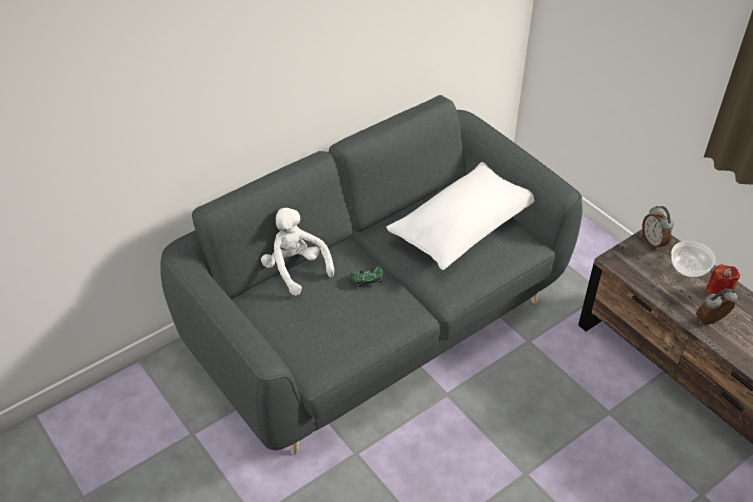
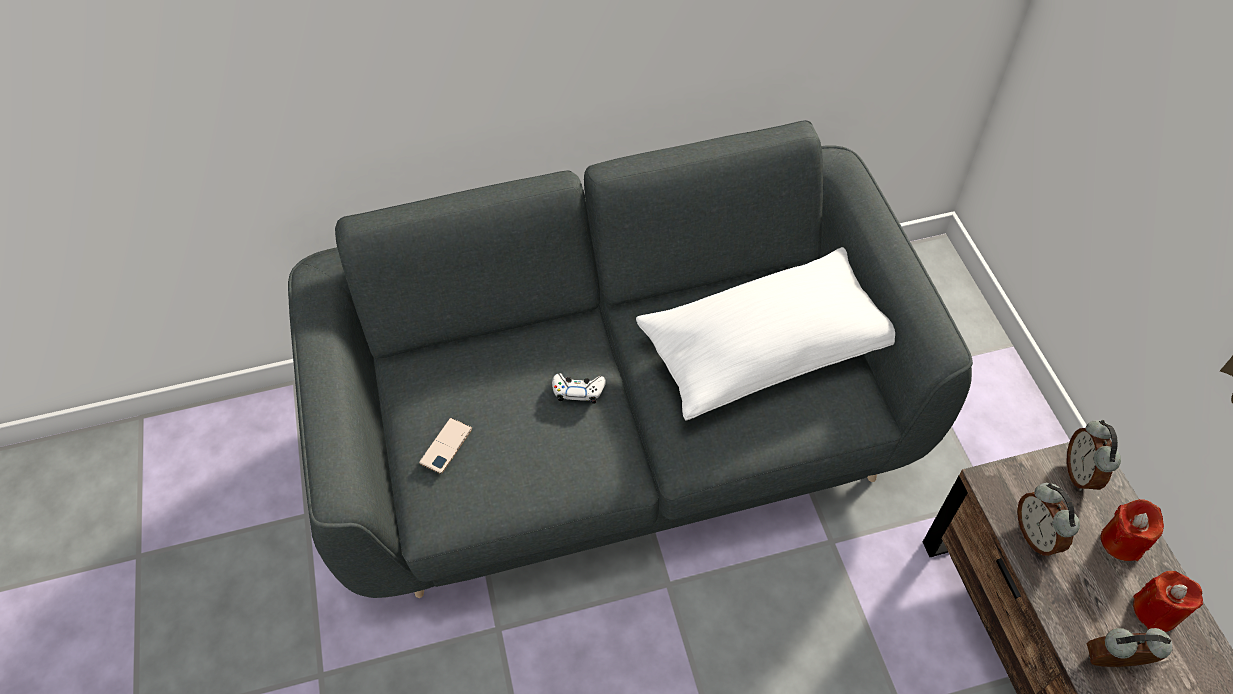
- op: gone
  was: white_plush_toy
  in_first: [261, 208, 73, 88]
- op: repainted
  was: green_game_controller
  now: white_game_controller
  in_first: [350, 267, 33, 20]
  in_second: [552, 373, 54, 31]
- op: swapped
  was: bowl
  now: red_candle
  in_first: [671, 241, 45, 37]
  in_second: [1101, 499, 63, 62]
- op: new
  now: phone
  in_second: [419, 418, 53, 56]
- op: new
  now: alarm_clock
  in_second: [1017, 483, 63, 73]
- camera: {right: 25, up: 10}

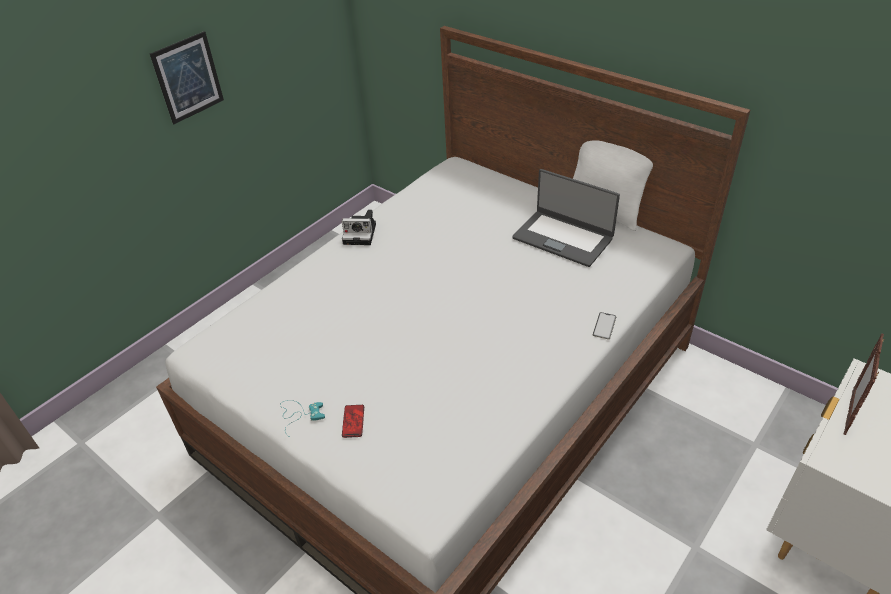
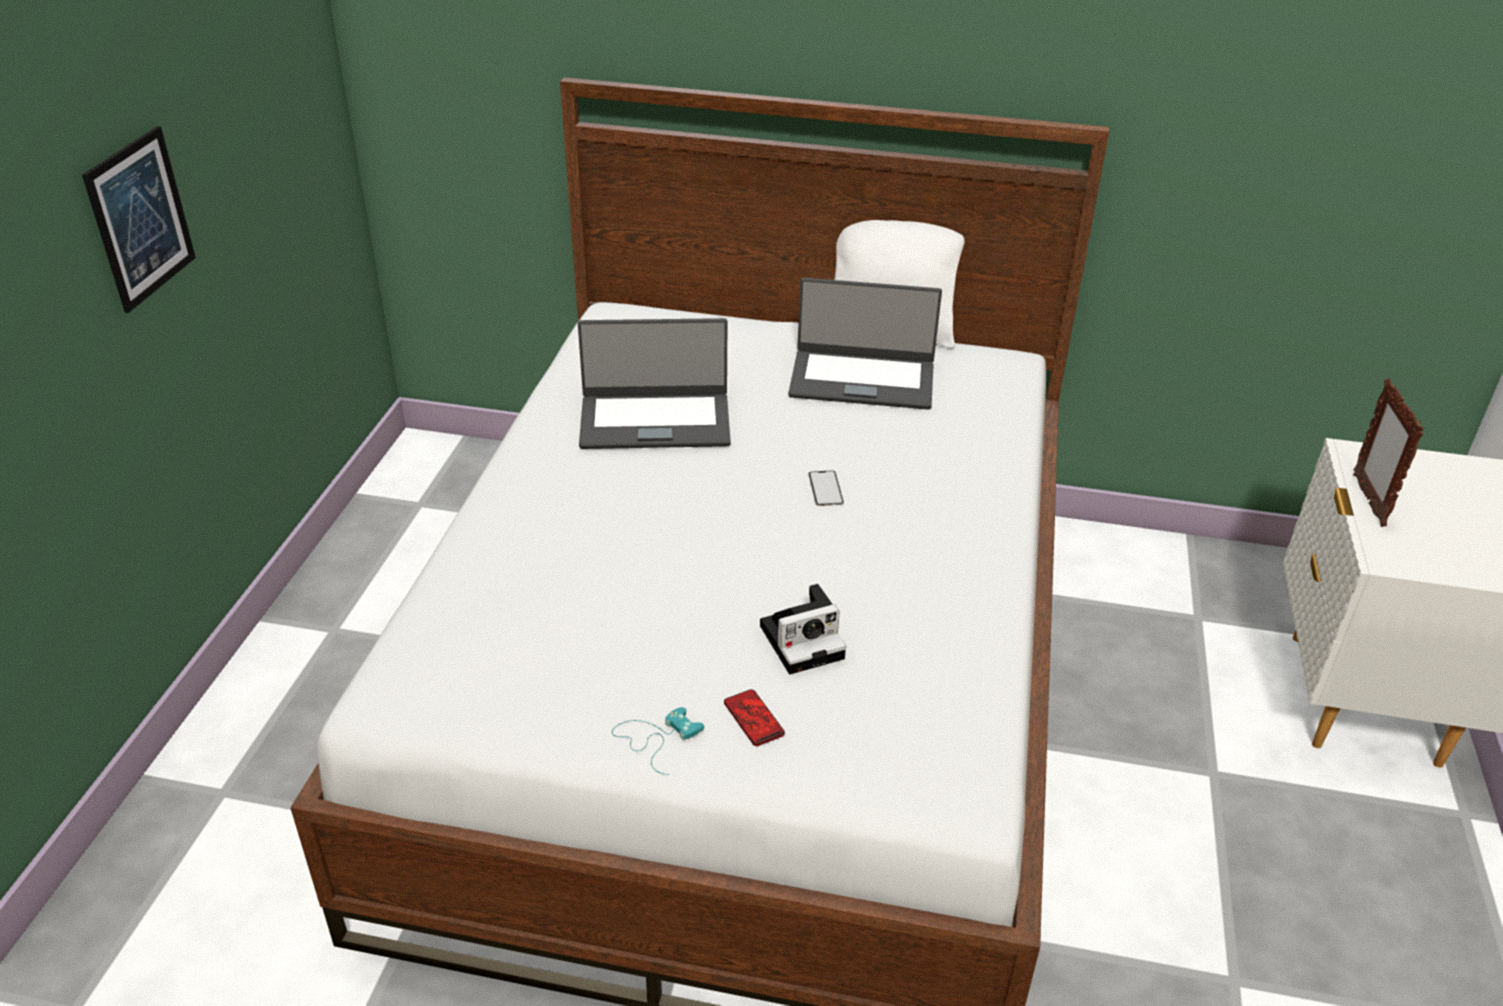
- op: shifted
  was: photo_camera
  in_first: [342, 210, 34, 35]
  in_second: [760, 584, 86, 90]
- op: shifted
  was: phone
  in_first: [593, 312, 24, 27]
  in_second: [809, 471, 35, 35]
- op: new
  now: laptop
  in_second: [578, 318, 153, 131]
- camera: {right: -30, up: -5}

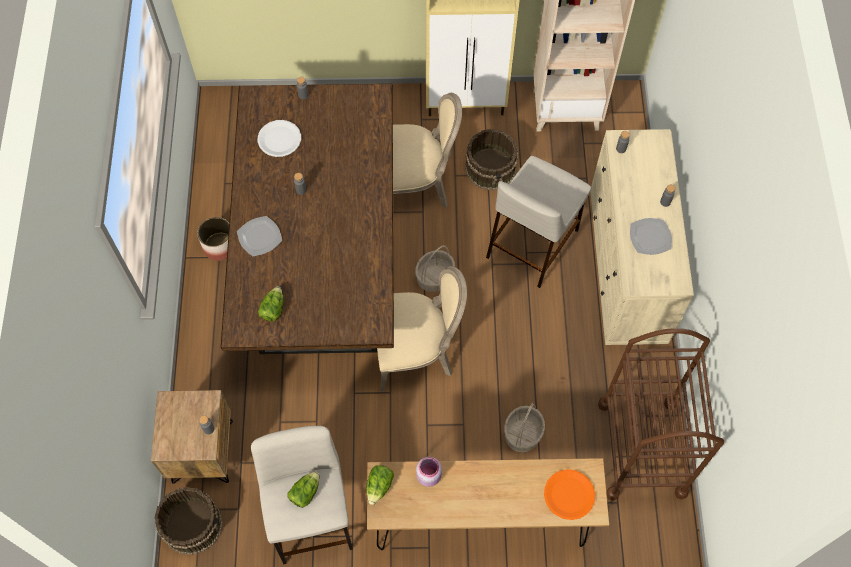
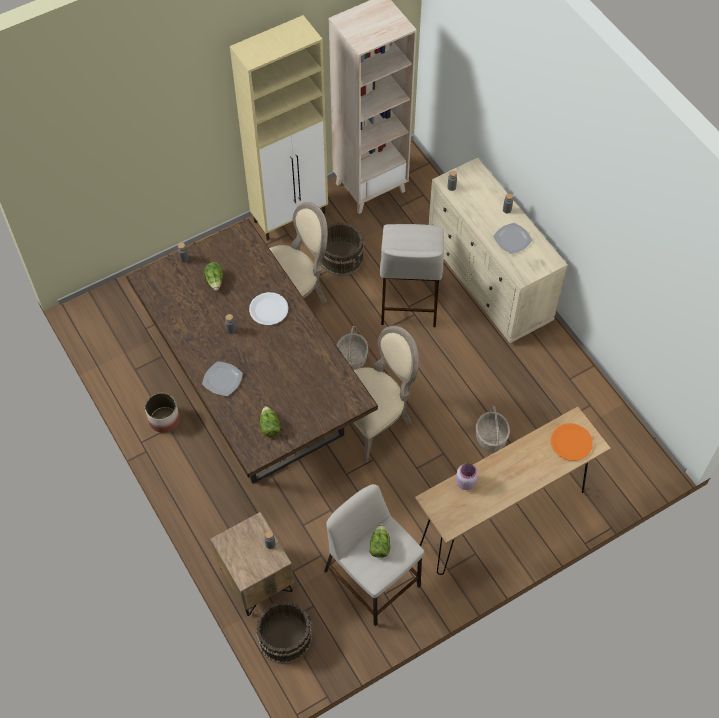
- op: shifted
  was: white_plate
  in_first: [258, 120, 43, 37]
  in_second: [249, 292, 39, 33]
- op: shifted
  was: lettuce
  in_first: [366, 465, 28, 40]
  in_second: [204, 262, 19, 29]
- op: gone
  was: brown_cart
  in_first: [598, 328, 126, 173]
- camera: {right: -30, up: -5}

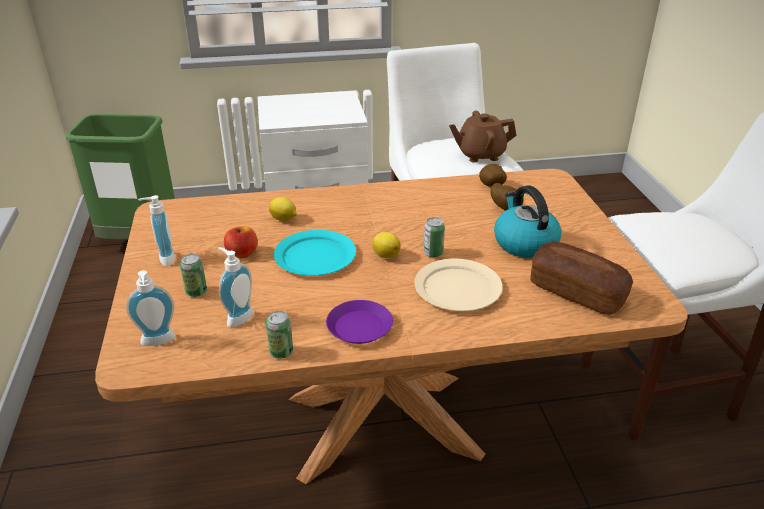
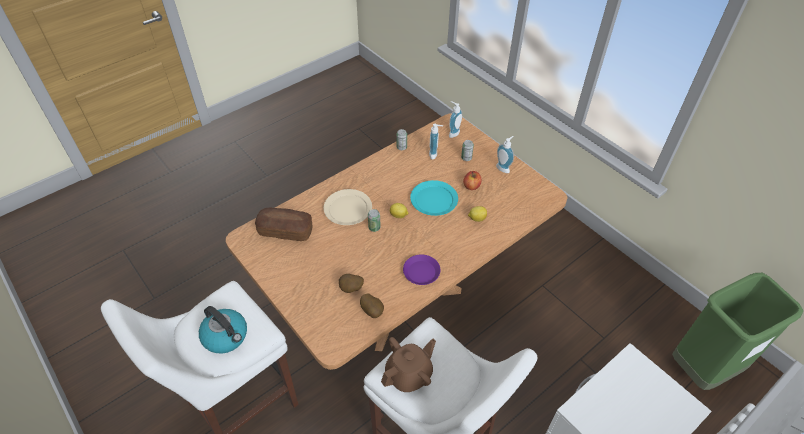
- op: shifted
  was: purple_plate
  in_first: [326, 300, 67, 44]
  in_second: [403, 255, 37, 30]
- op: shifted
  was: kettle
  in_first: [494, 185, 67, 73]
  in_second: [199, 306, 48, 47]
- camera: {right: 150, up: 15}

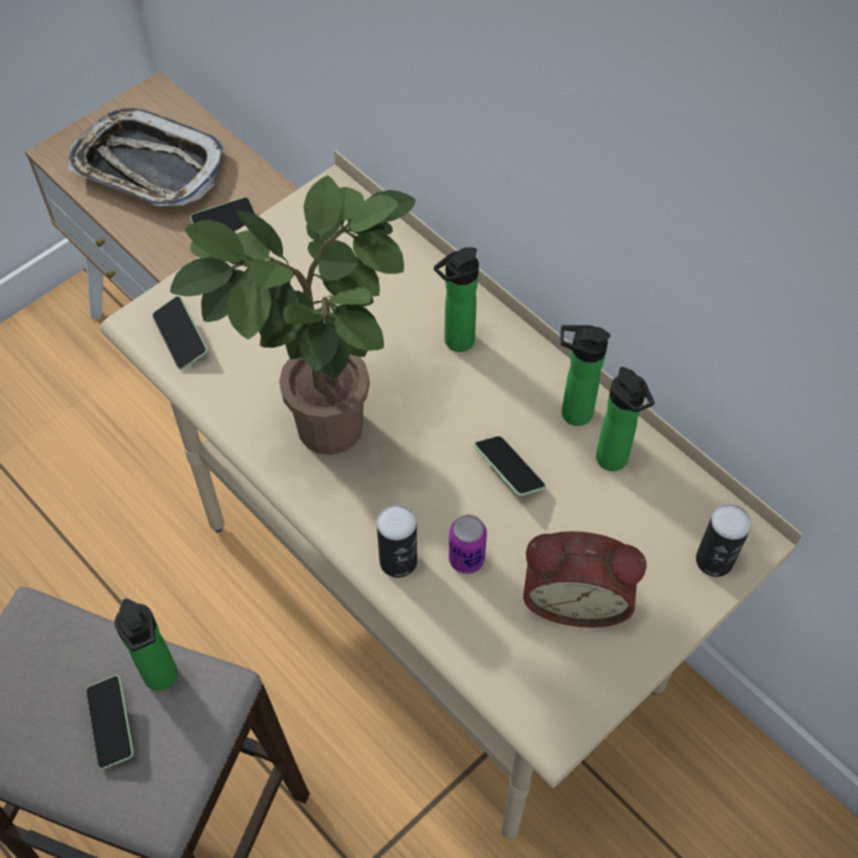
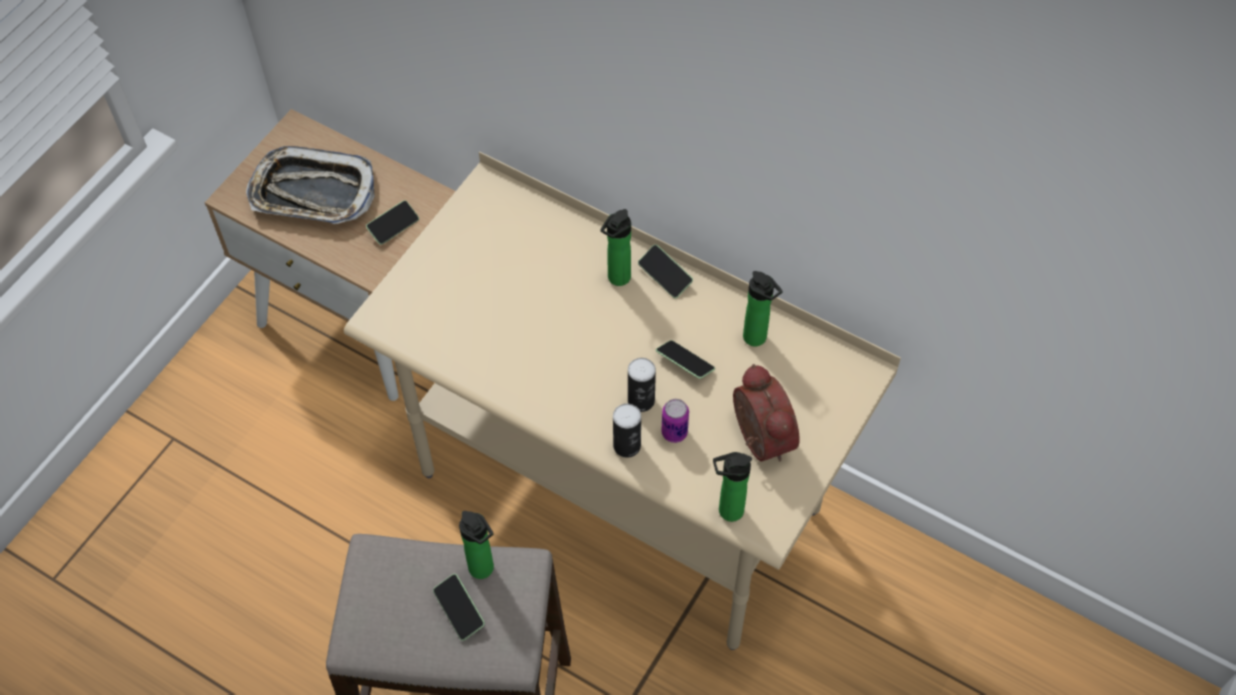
- op: shifted
  was: phone
  in_first: [152, 296, 56, 74]
  in_second: [638, 244, 55, 54]
- op: gone
  was: potted_plant
  in_first: [170, 175, 246, 280]
- op: rotated
  was: alarm_clock
  in_first: [523, 531, 124, 96]
  in_second: [733, 364, 67, 98]
  clockwise: -105
- op: shifted
  was: bottle
  in_first: [561, 325, 49, 101]
  in_second: [713, 452, 39, 70]
- op: shifted
  was: can
  in_first: [696, 504, 55, 73]
  in_second: [628, 358, 28, 54]
- camera: {right: -15, up: 0}

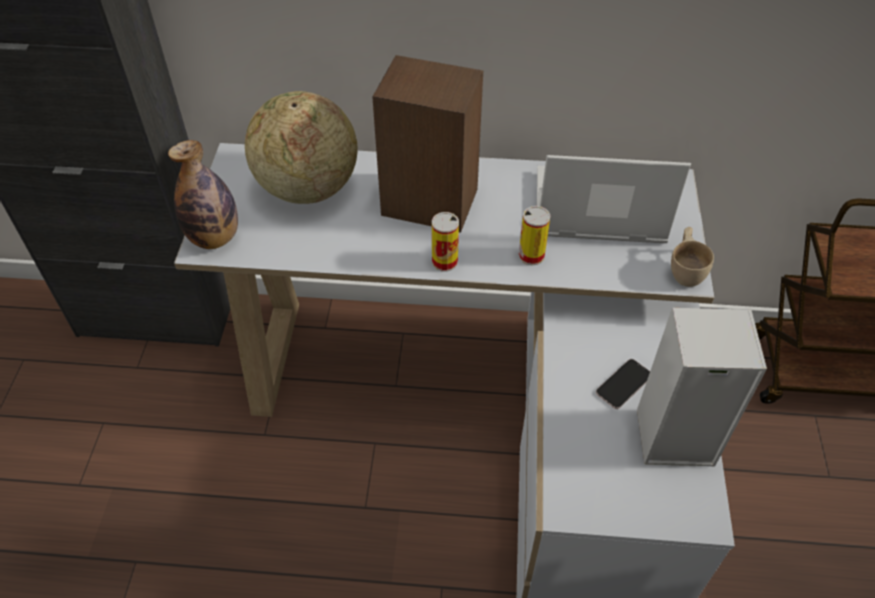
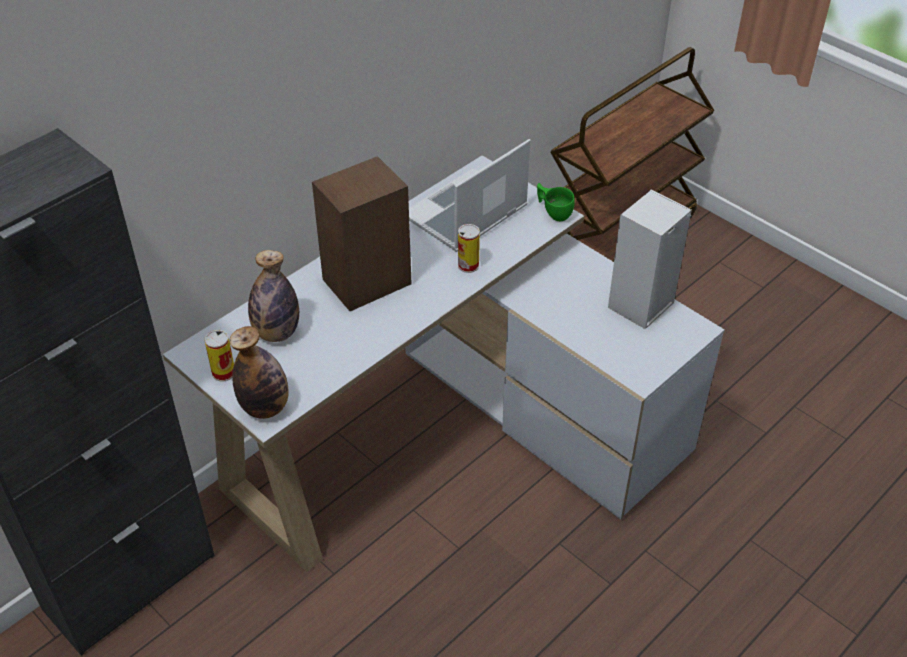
- op: swapped
  was: globe
  now: bottle
  in_first: [245, 91, 113, 113]
  in_second: [248, 250, 51, 92]
- op: shifted
  was: can
  in_first: [432, 212, 27, 60]
  in_second: [204, 330, 30, 52]
- op: gone
  was: phone
  in_first: [596, 359, 54, 50]
- op: repainted
  was: beige_cup
  now: green_cup
  in_first: [671, 227, 43, 60]
  in_second: [537, 183, 38, 38]
- camera: {right: -50, up: -5}

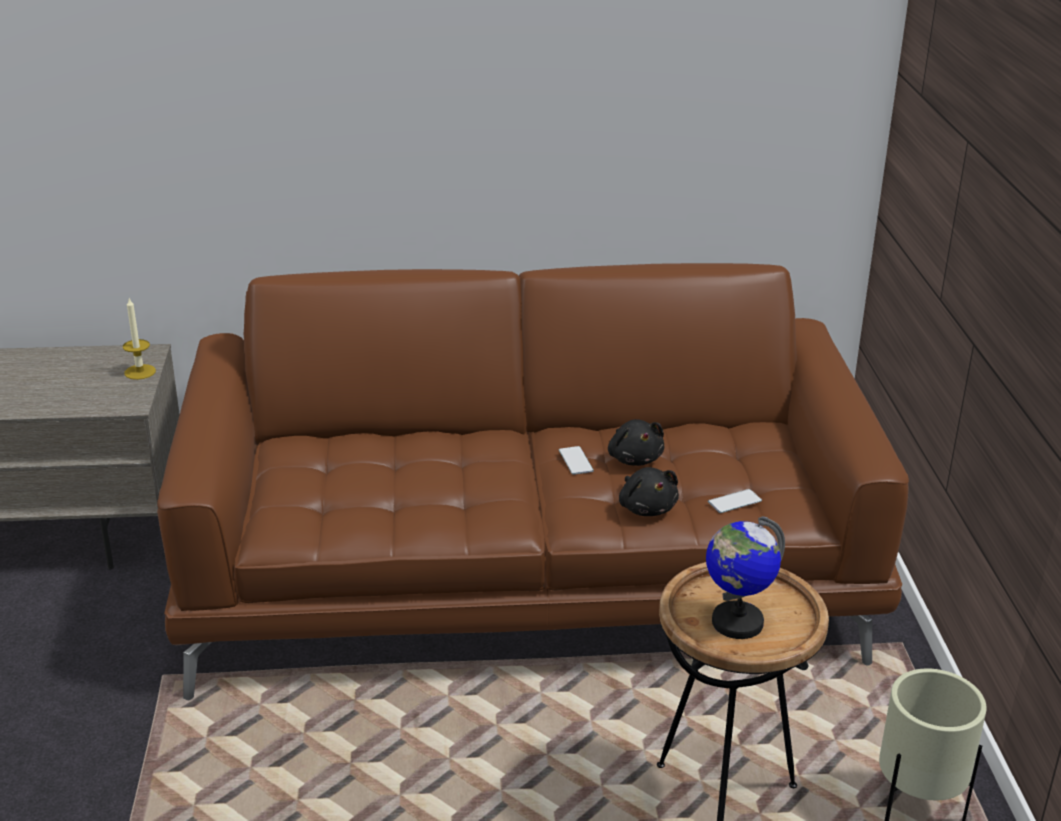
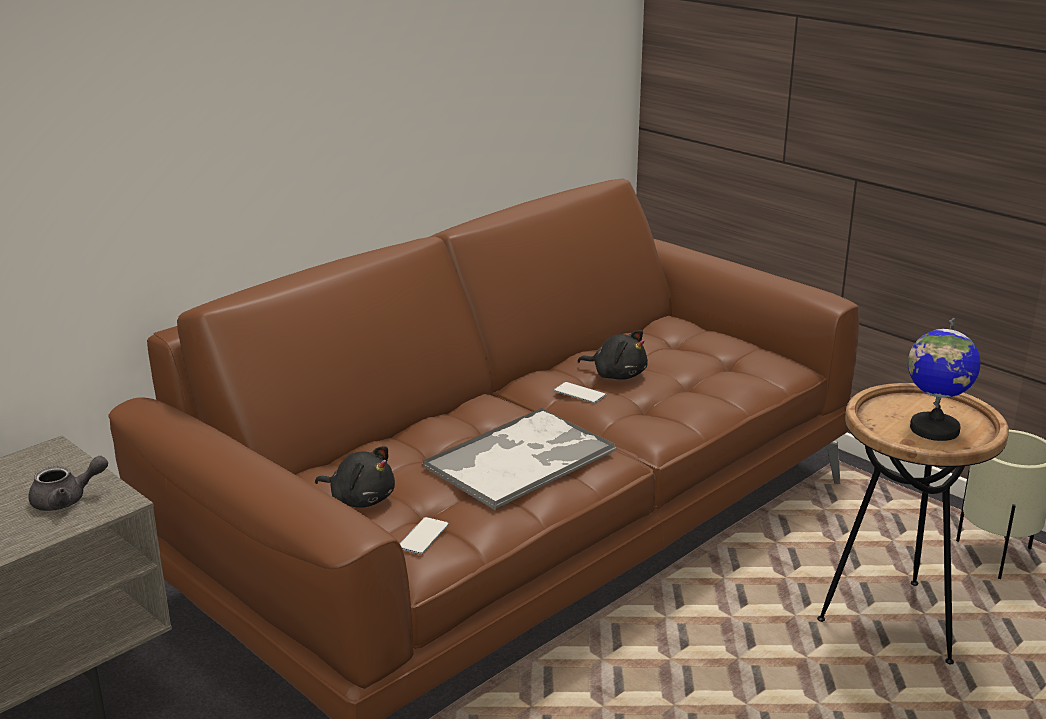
- op: gone
  was: candle
  in_first: [123, 298, 33, 82]
- op: shifted
  was: black_plush_toy
  in_first: [619, 467, 60, 49]
  in_second: [315, 446, 80, 62]
- op: shifted
  was: phone
  in_first: [708, 489, 54, 24]
  in_second: [400, 517, 49, 37]
- op: new
  now: grey_teapot
  in_second: [28, 456, 80, 55]
- op: new
  now: tray
  in_second: [422, 408, 193, 103]
- camera: {right: -40, up: -5}

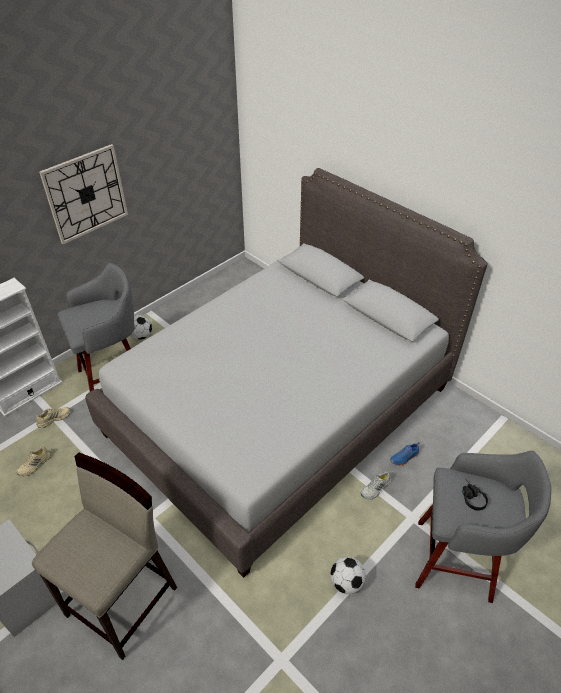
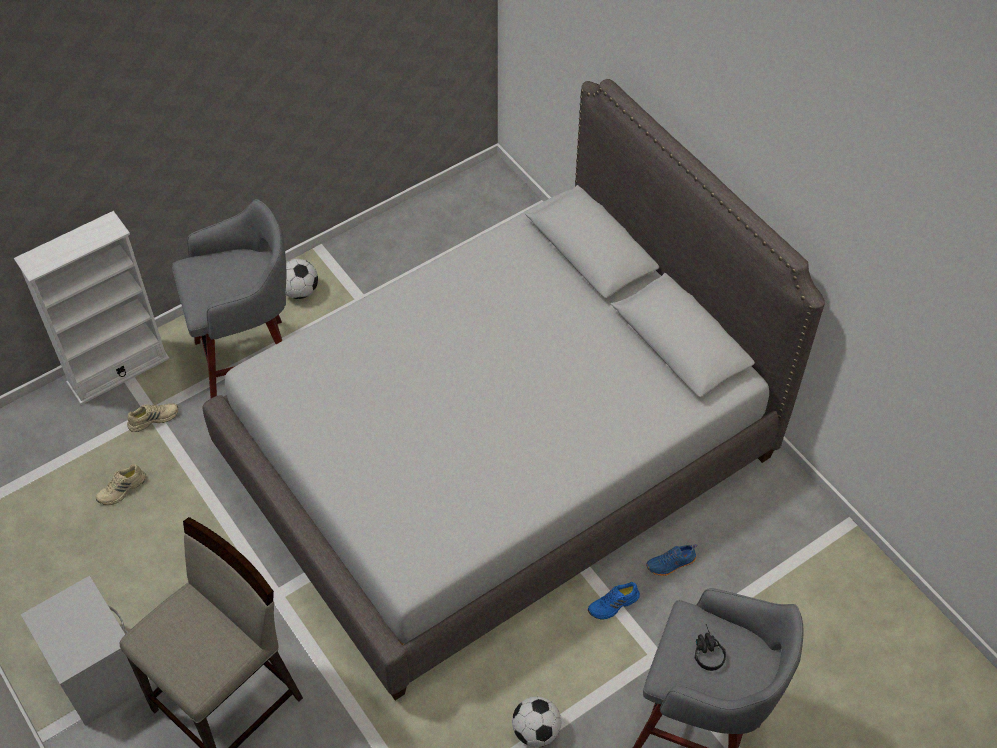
- op: gone
  was: wall_clock
  in_first: [39, 144, 89, 100]
- op: repainted
  was: white_shoe
  now: blue_shoe
  in_first: [360, 471, 31, 28]
  in_second: [588, 582, 52, 38]
- camera: {right: 10, up: 10}

